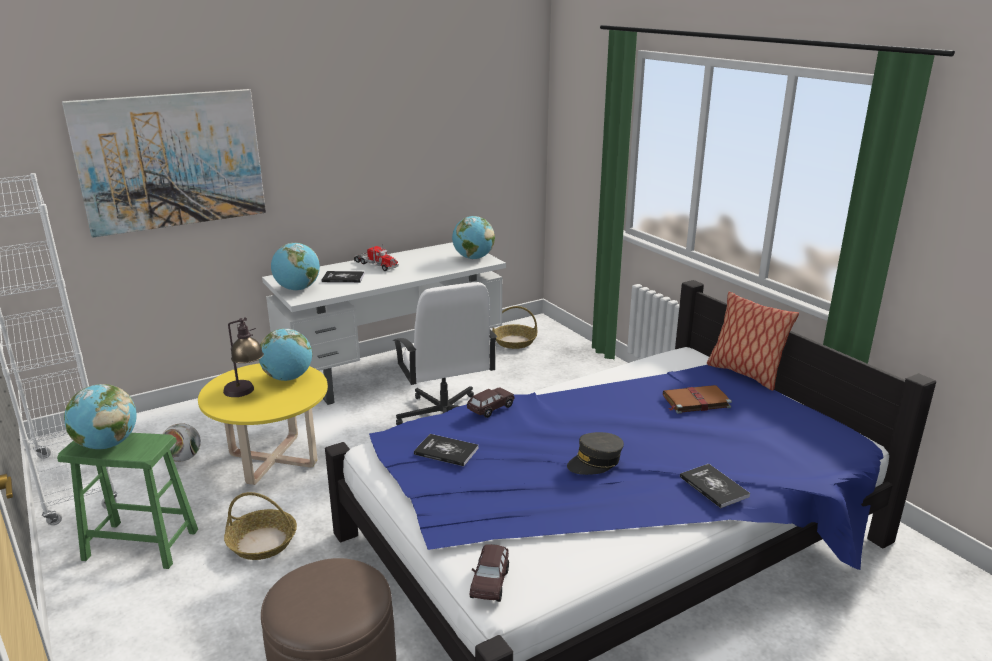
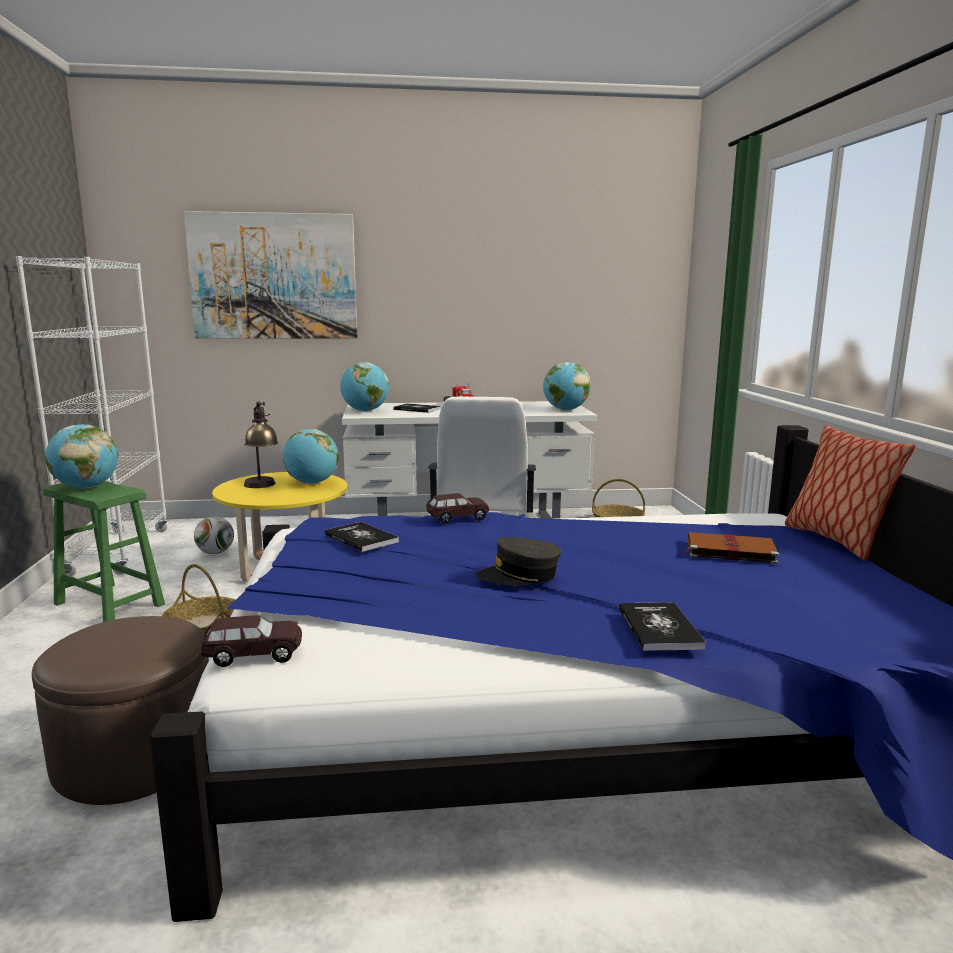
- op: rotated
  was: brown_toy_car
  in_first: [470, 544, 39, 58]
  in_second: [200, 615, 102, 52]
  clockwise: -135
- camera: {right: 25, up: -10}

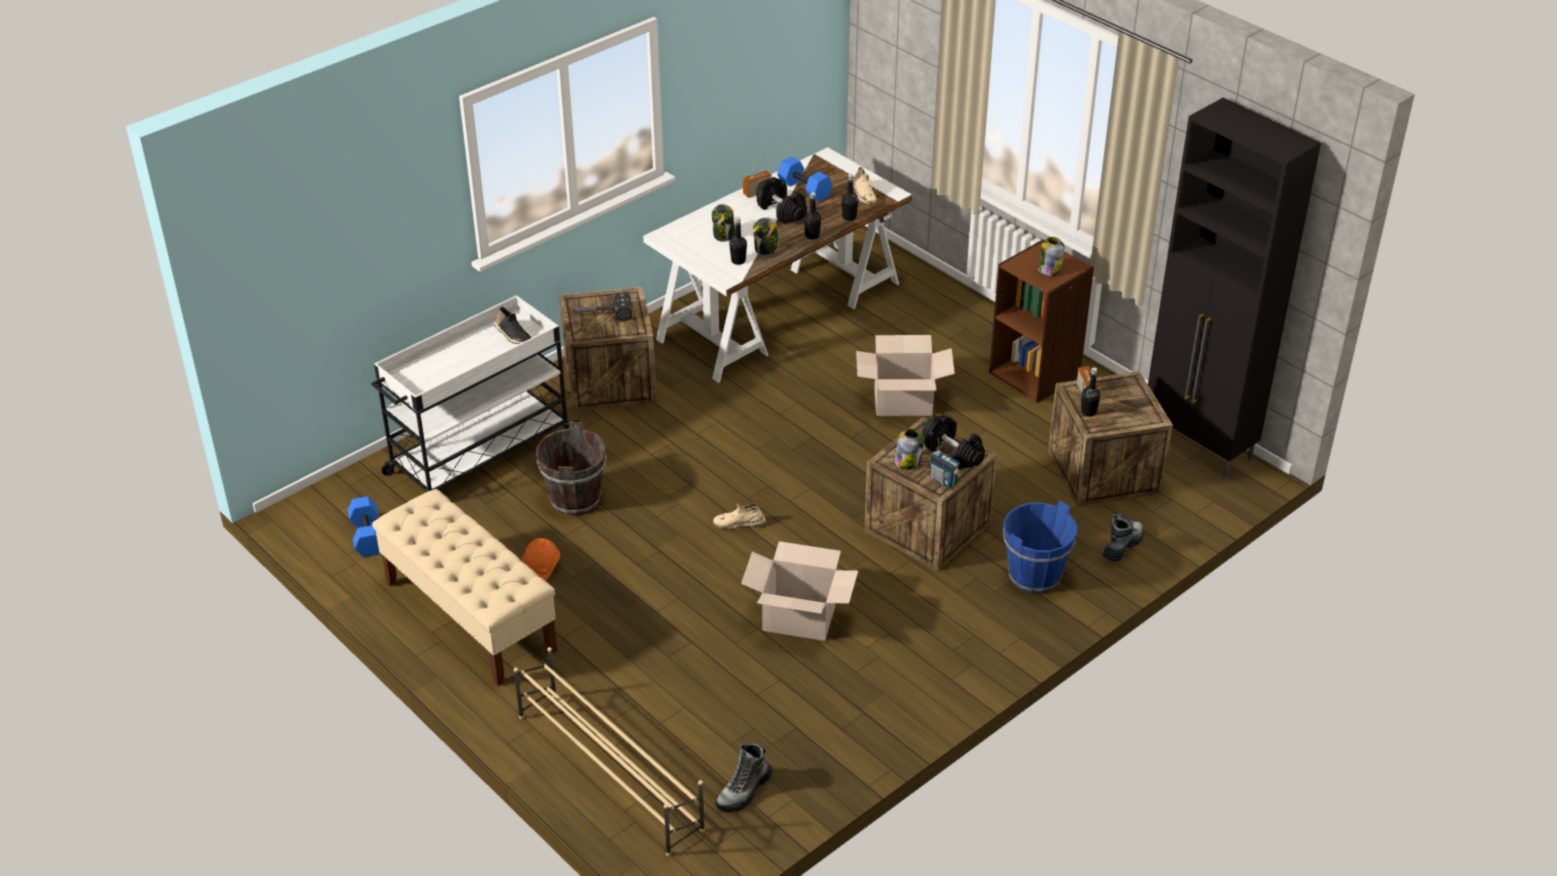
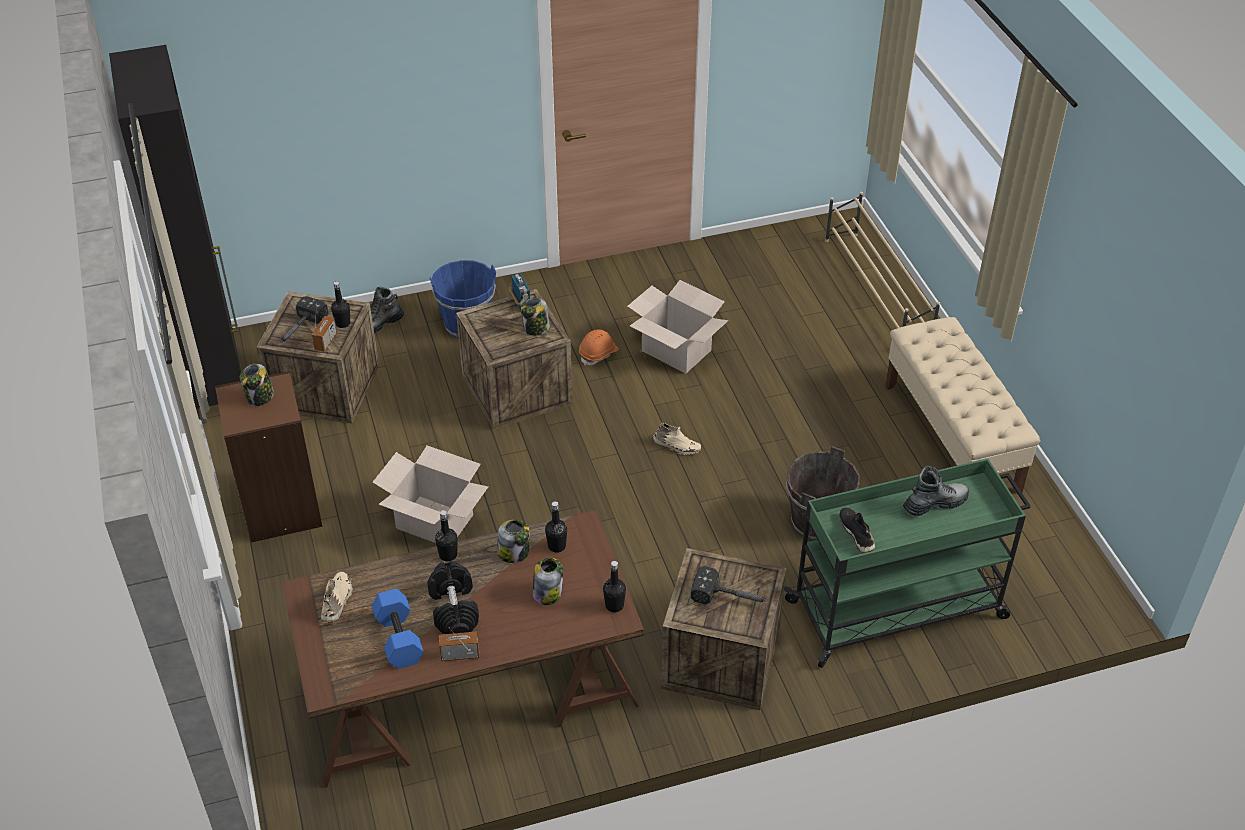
- op: gone
  was: blue_dumbbell
  in_first: [348, 496, 32, 61]
- op: repainted
  was: white_cart
  now: green_cart
  in_first: [371, 295, 208, 197]
  in_second: [784, 458, 247, 210]
- op: shifted
  was: orange_hard_hat
  in_first: [522, 538, 38, 43]
  in_second: [579, 329, 40, 37]
- op: repainted
  was: white_desk
  now: brown_desk
  in_first: [643, 147, 269, 236]
  in_second: [282, 510, 362, 278]
- op: shifted
  was: boot
  in_first: [715, 744, 57, 68]
  in_second: [903, 466, 66, 50]
- op: shifted
  was: black_bottle
  in_first: [841, 174, 17, 47]
  in_second: [603, 561, 23, 51]
- op: gone
  was: black_dumbbell
  in_first: [922, 415, 63, 55]
- op: new
  now: hammer
  in_second: [280, 296, 48, 47]
- camera: {right: -155, up: 5}

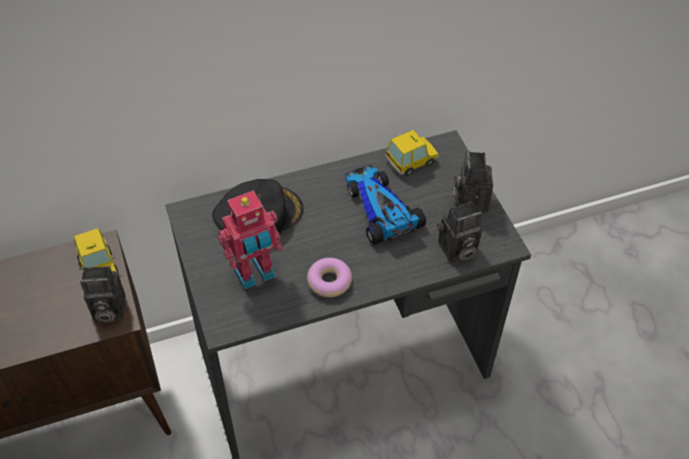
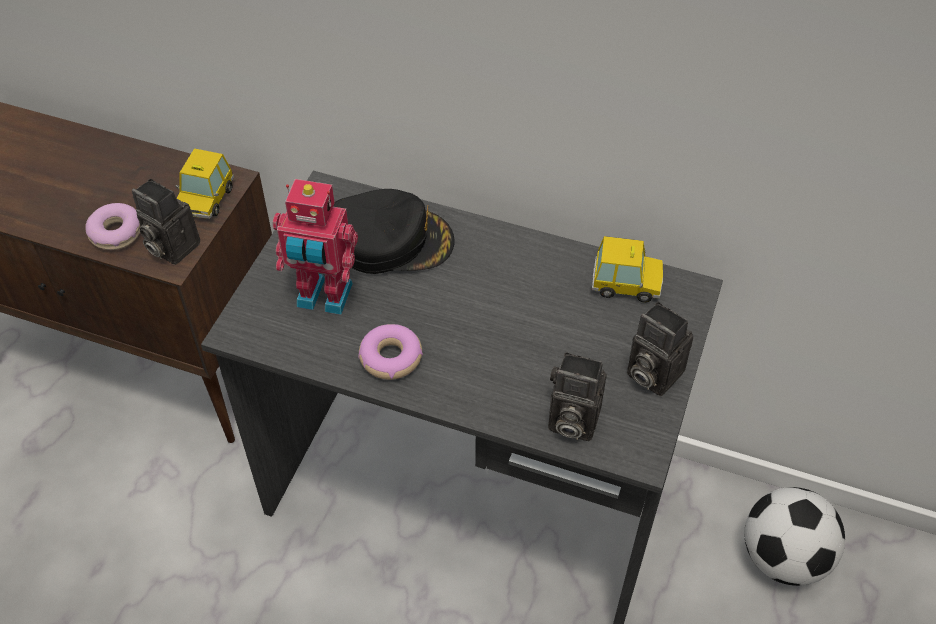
- op: gone
  was: toy_car
  in_first: [345, 165, 81, 80]
- op: rotated
  was: photo_camera
  in_first: [453, 150, 40, 63]
  in_second: [627, 302, 66, 94]
  clockwise: -90
- op: new
  now: donut
  in_second: [85, 203, 56, 47]
- op: new
  now: football
  in_second: [744, 487, 101, 99]
- camera: {right: 40, up: 0}

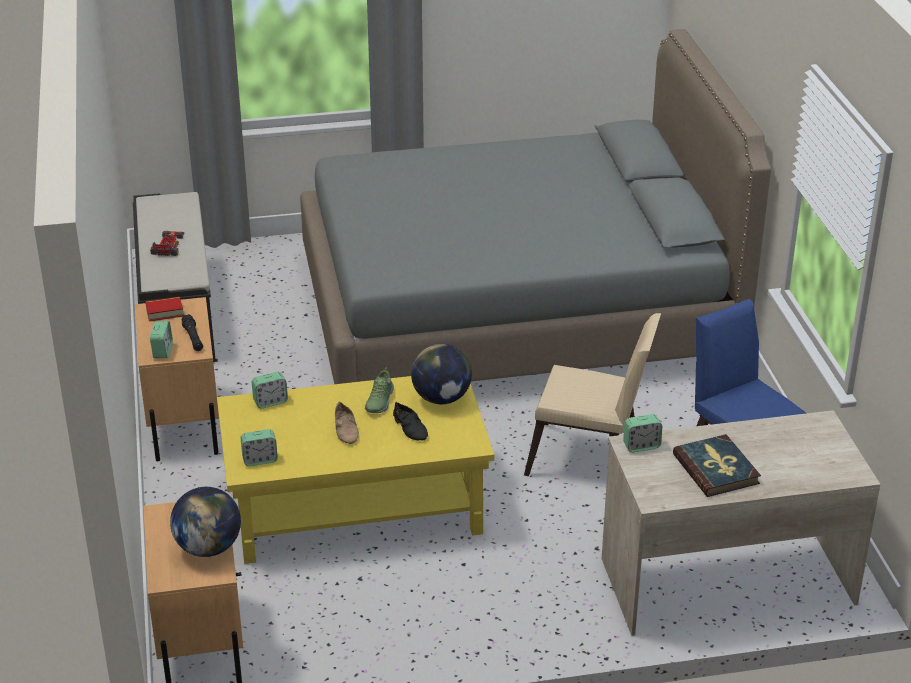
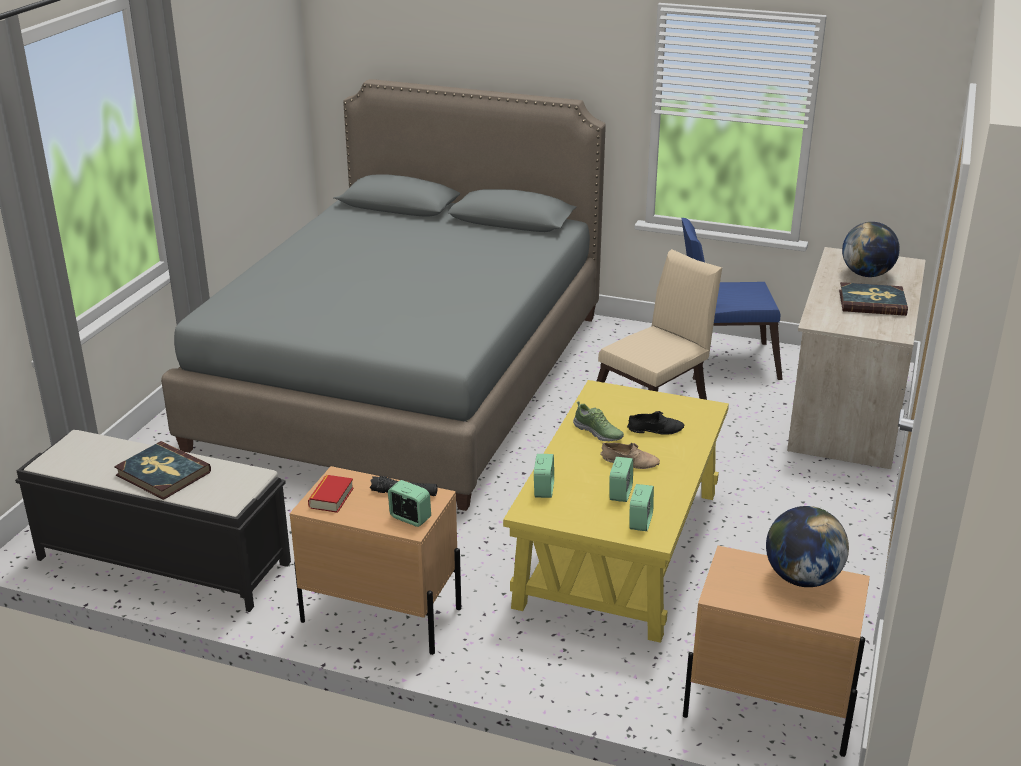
- op: swapped
  was: toy_car
  now: book
  in_first: [150, 231, 34, 25]
  in_second: [114, 441, 97, 59]
- op: shifted
  was: globe
  in_first: [411, 344, 61, 60]
  in_second: [842, 222, 58, 55]
- op: shifted
  was: alarm_clock
  in_first: [623, 414, 39, 38]
  in_second: [610, 457, 23, 45]
- camera: {right: -60, up: -5}

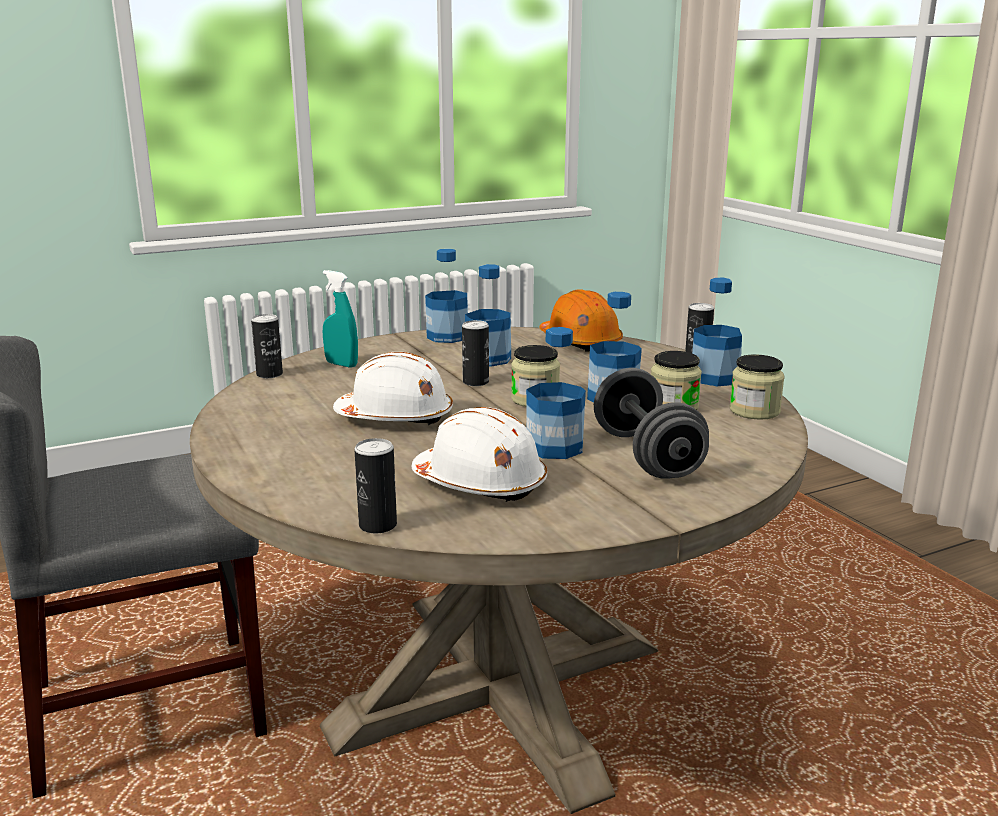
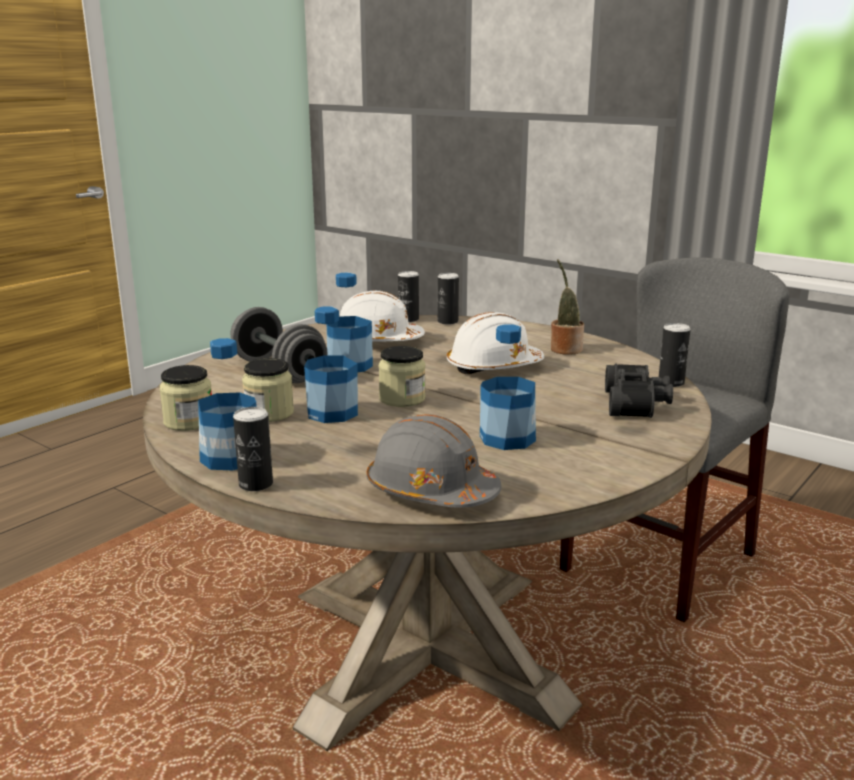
- op: swapped
  was: turquoise_spray_bottle
  now: black_binoculars
  in_first: [323, 270, 35, 98]
  in_second: [605, 364, 68, 54]
- op: gone
  was: bottle
  in_first: [425, 249, 43, 94]
- op: shifted
  was: can
  in_first: [462, 320, 27, 66]
  in_second: [438, 273, 21, 52]
- op: repainted
  was: orange_hard_hat
  now: grey_hard_hat
  in_first: [539, 289, 84, 63]
  in_second: [366, 414, 135, 93]
- op: new
  now: potted_plant
  in_second: [551, 259, 33, 96]
- camera: {right: 155, up: 0}

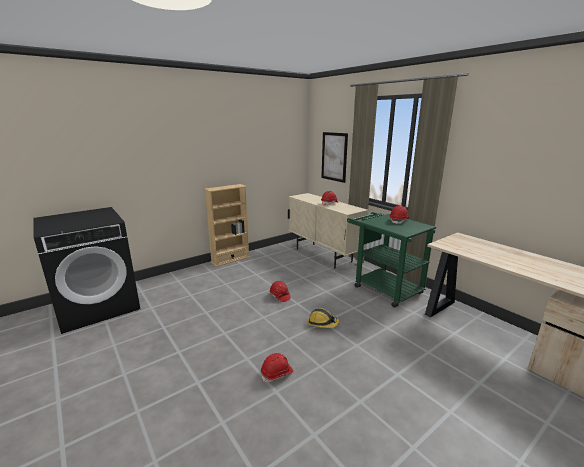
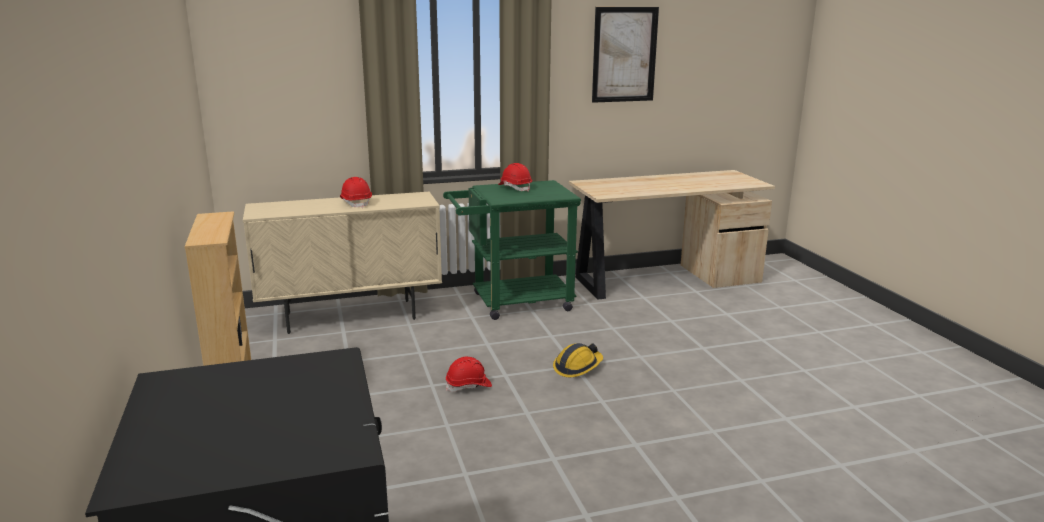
- op: gone
  was: red_hard_hat
  in_first: [261, 353, 33, 30]
- op: shifted
  was: picture
  in_first: [321, 132, 27, 51]
  in_second: [592, 7, 67, 96]
- camera: {right: -70, up: 0}

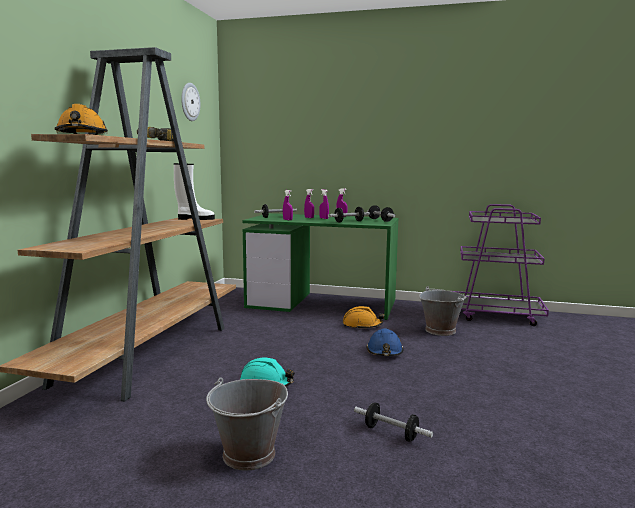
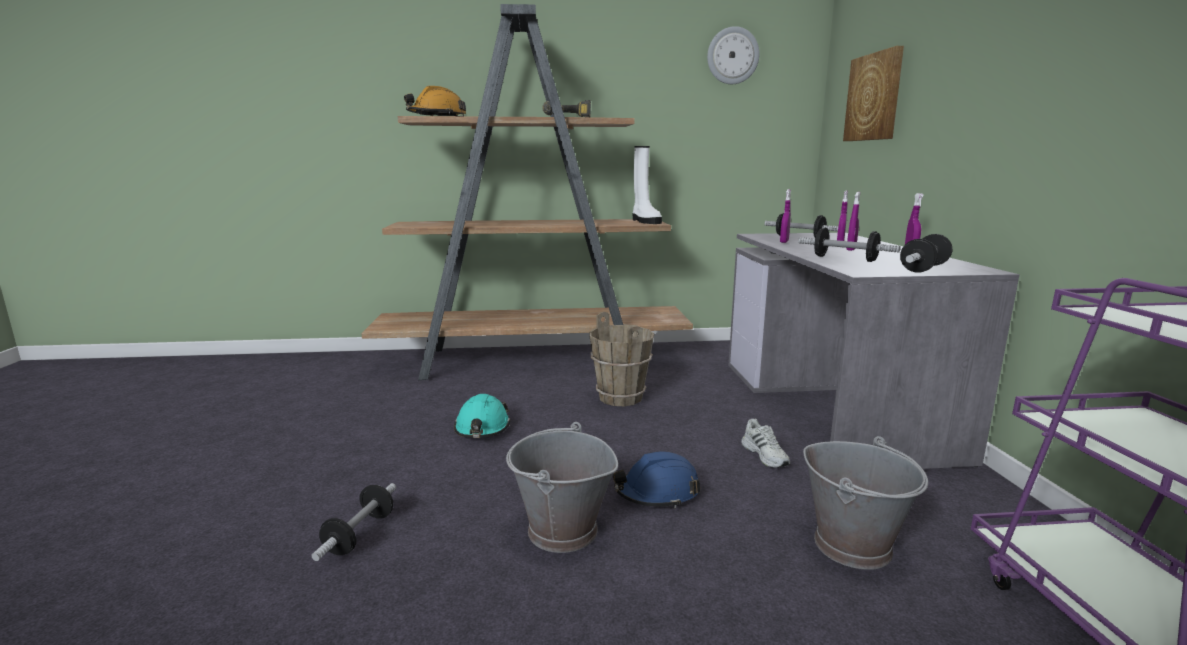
- op: shifted
  was: grey_bucket
  in_first: [206, 377, 82, 94]
  in_second: [506, 422, 112, 131]
- op: repainted
  was: green_desk
  now: grey_desk
  in_first: [242, 213, 156, 107]
  in_second: [728, 233, 292, 236]
- op: swapped
  was: orange_hard_hat
  now: white_shoe
  in_first: [343, 306, 41, 22]
  in_second: [741, 419, 49, 49]
- op: new
  now: brown_bucket
  in_second: [589, 312, 65, 94]
- op: new
  now: picture
  in_second: [843, 46, 61, 95]
- camera: {right: 70, up: 5}

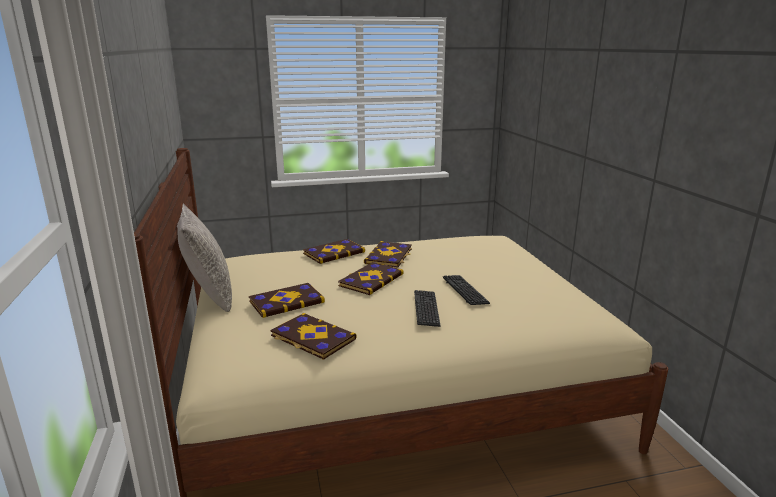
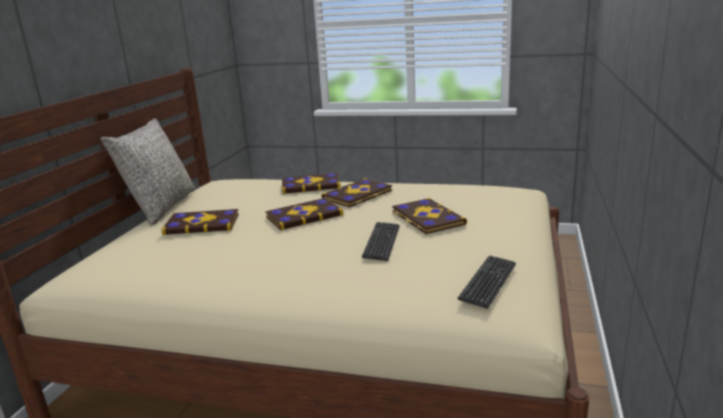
- op: shifted
  was: book
  in_first: [271, 313, 85, 47]
  in_second: [392, 198, 75, 36]
- op: shifted
  was: keyboard
  in_first: [414, 290, 26, 37]
  in_second: [457, 255, 59, 54]
- camera: {right: 30, up: 0}

